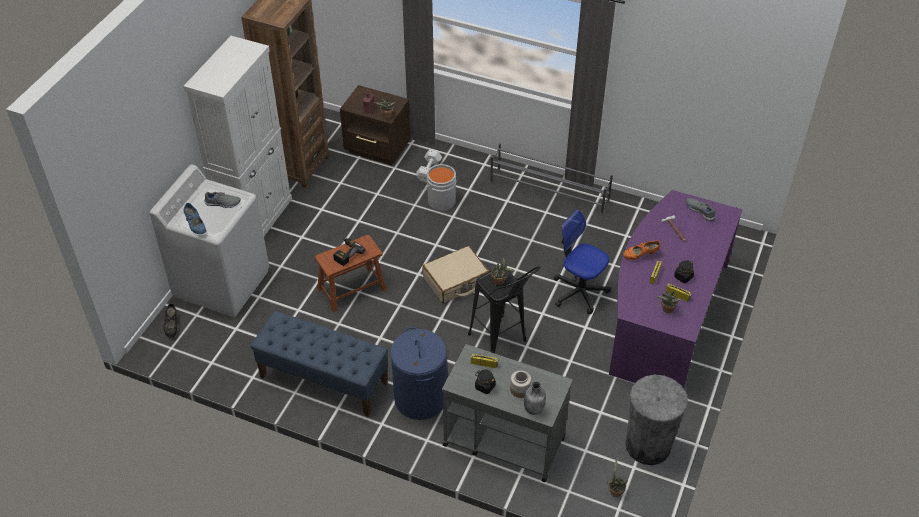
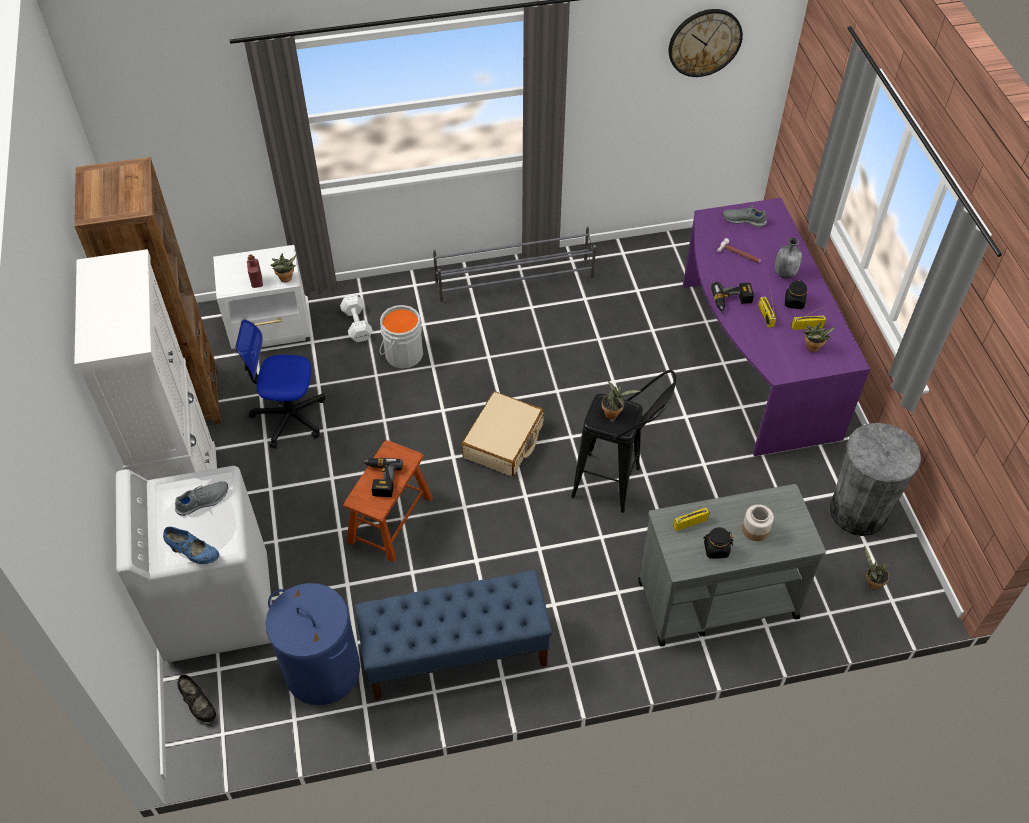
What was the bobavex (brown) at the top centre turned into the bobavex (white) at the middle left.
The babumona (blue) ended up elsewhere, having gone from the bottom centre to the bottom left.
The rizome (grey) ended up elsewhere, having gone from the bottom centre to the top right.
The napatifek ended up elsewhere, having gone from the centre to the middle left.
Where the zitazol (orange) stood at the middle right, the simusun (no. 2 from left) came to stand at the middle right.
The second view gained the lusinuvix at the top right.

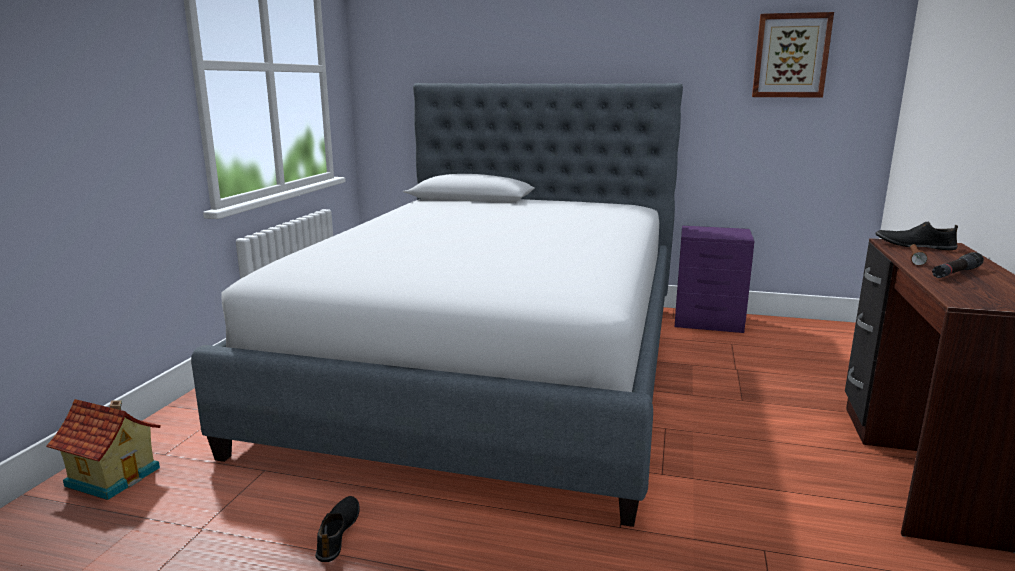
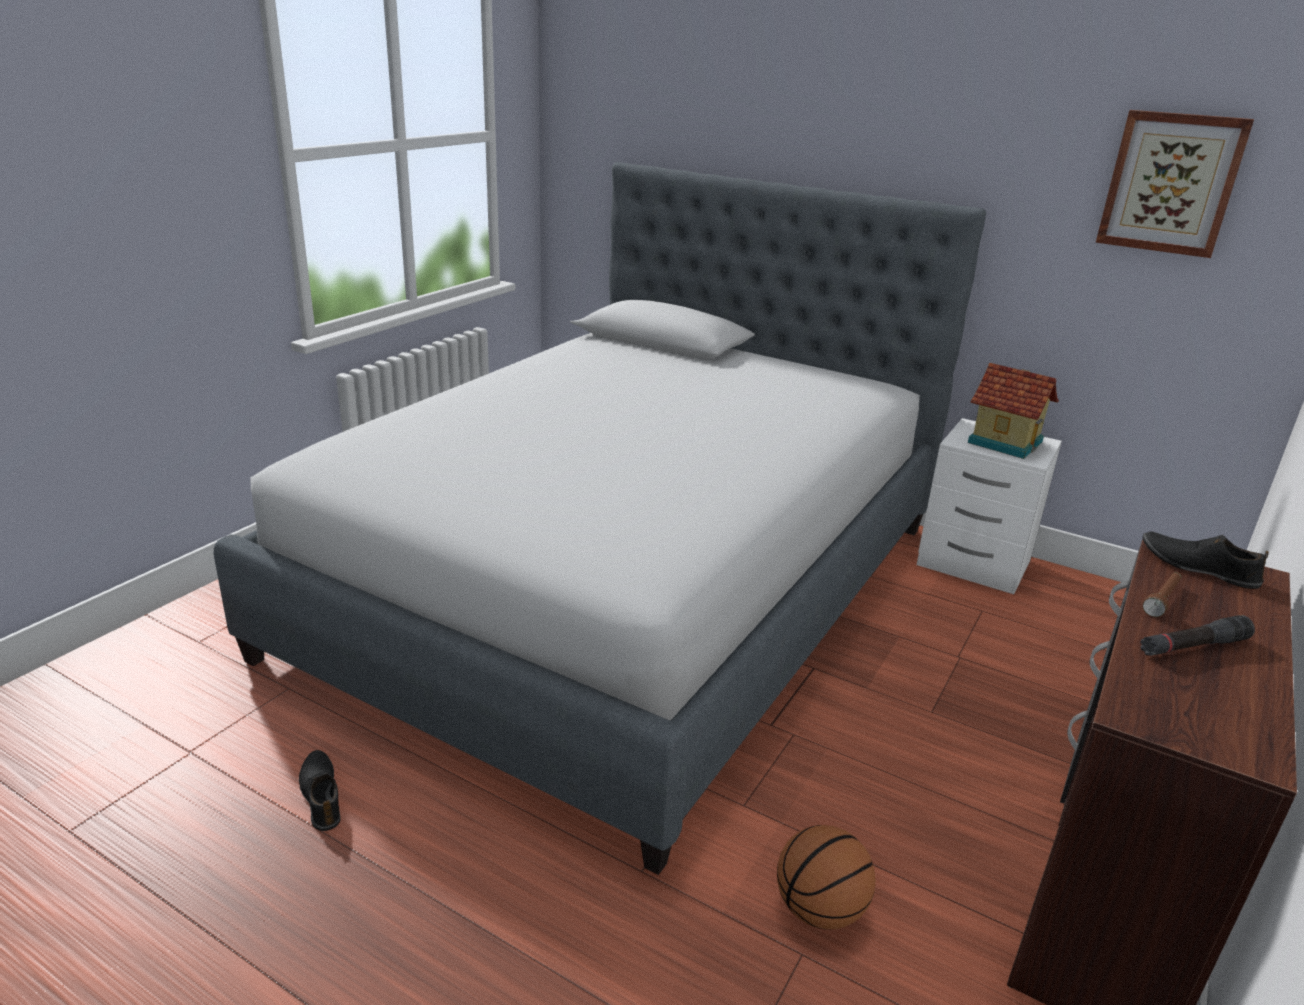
The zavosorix ended up elsewhere, having gone from the bottom left to the middle right.
The zitazol (black) (no. 1 from left) at the bottom left ended up facing another way, 45 degrees counterclockwise from before.
What was the bobavex (purple) at the middle right turned into the bobavex (white) at the middle right.
The second view gained the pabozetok at the bottom centre.

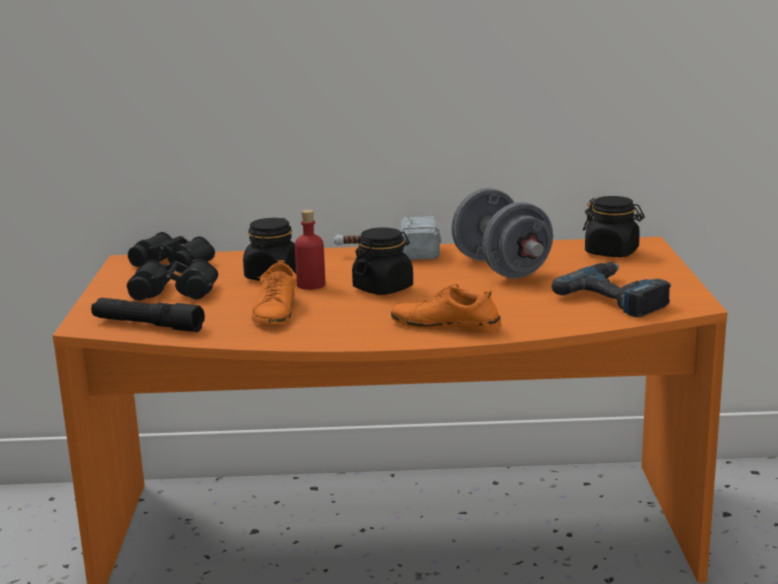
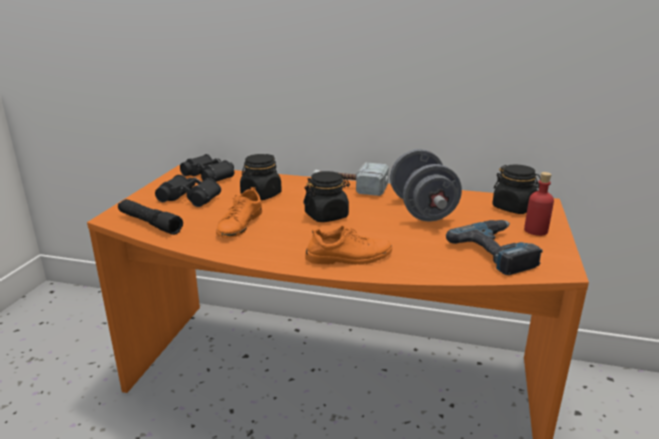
The rizome (red) ended up elsewhere, having gone from the centre to the middle right.
The zitazol (orange) (no. 2 from left) at the centre ended up facing another way, 135 degrees clockwise from before.

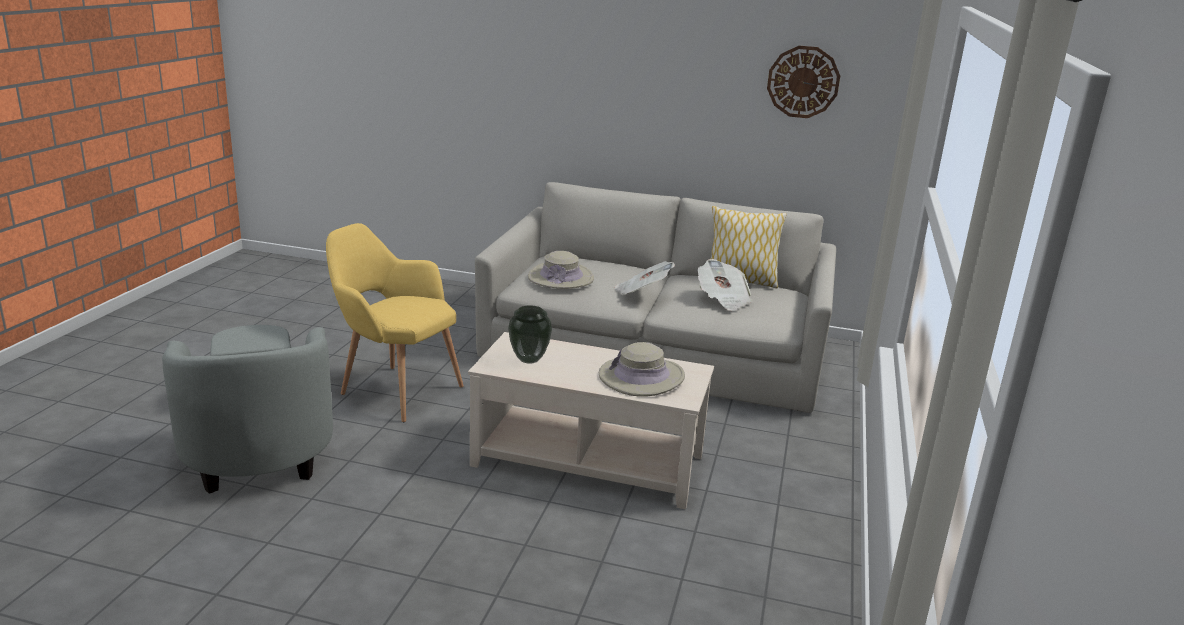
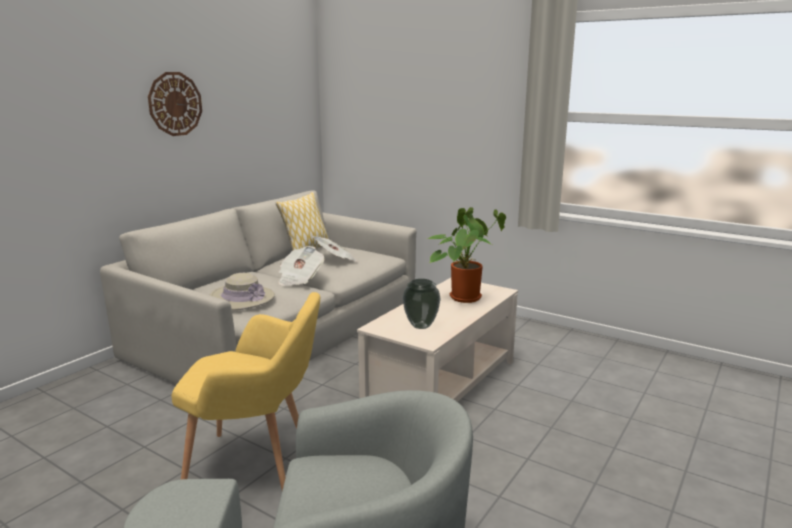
The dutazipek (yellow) at the centre ended up facing another way, 135 degrees counterclockwise from before.
Where the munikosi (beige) (no. 2 from left) stood at the centre, the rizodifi came to stand at the centre.
The lusinuvix ended up elsewhere, having gone from the top right to the top left.

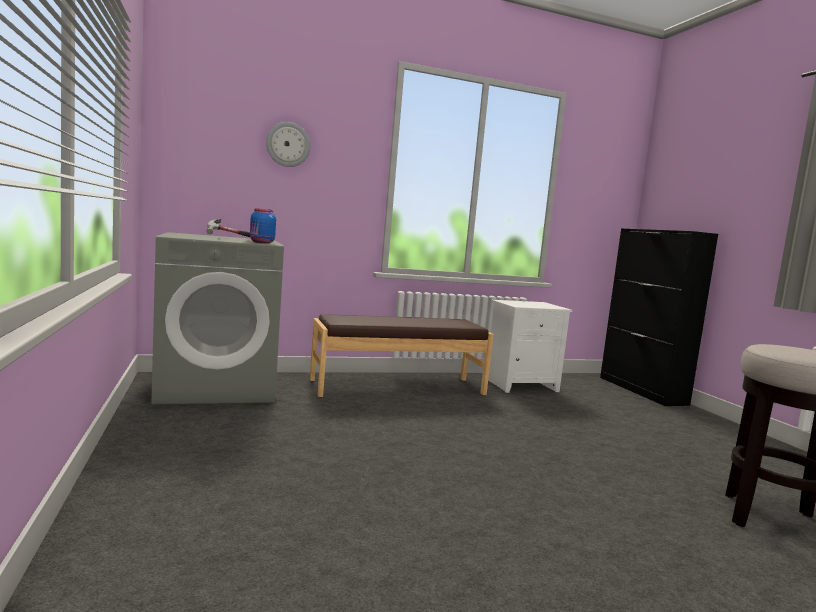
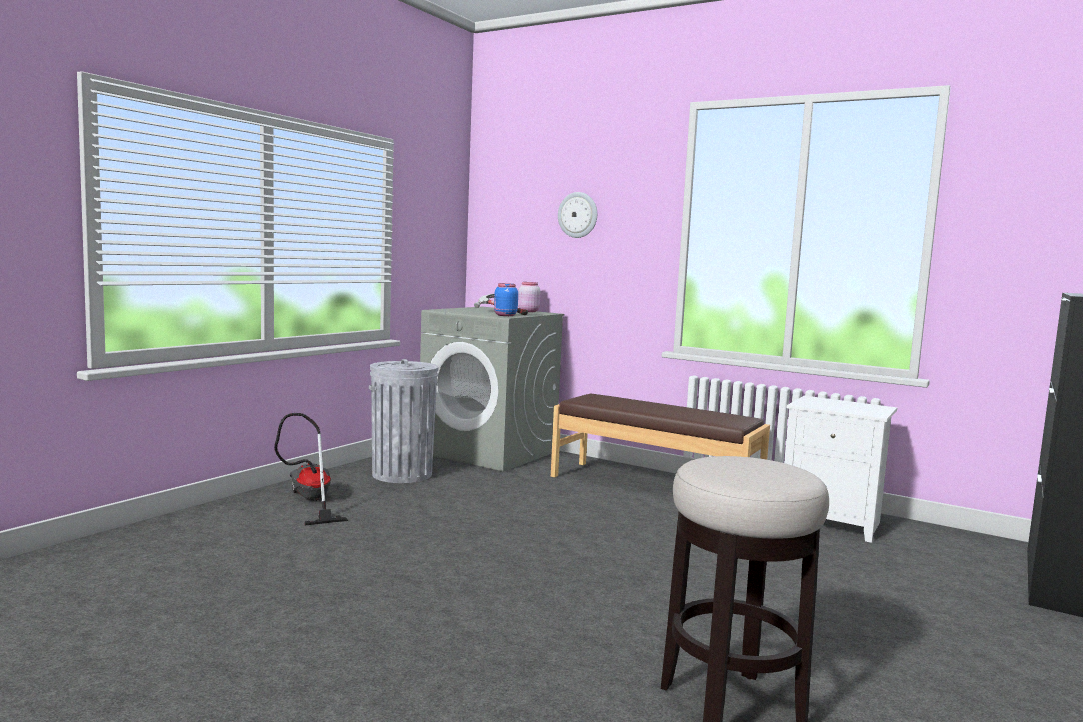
The second view gained the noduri at the middle left.
The second view gained the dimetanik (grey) at the centre.
The second view gained the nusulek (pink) at the centre.

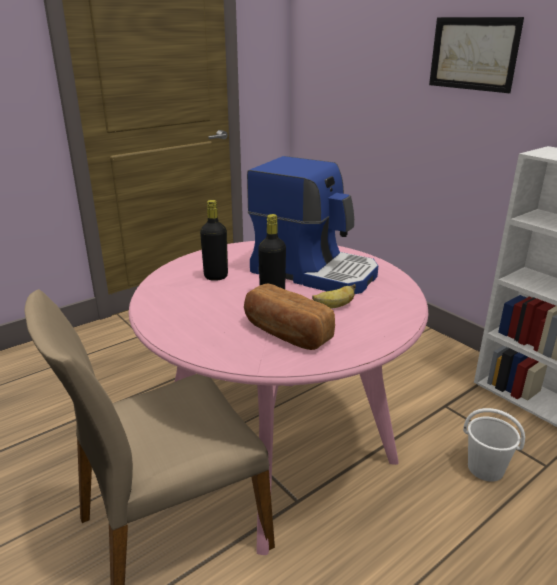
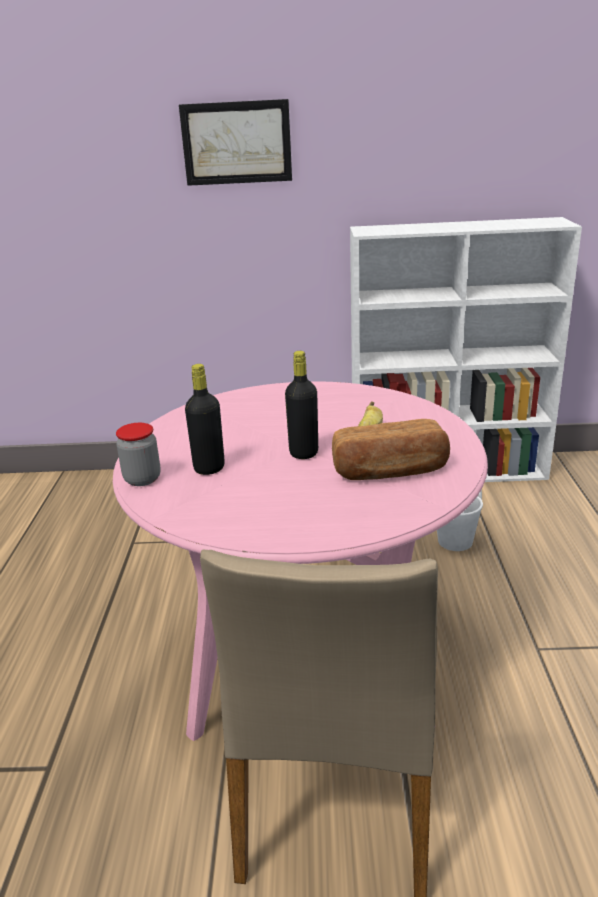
The second view lost the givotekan at the centre.
The second view gained the nusulek at the middle left.

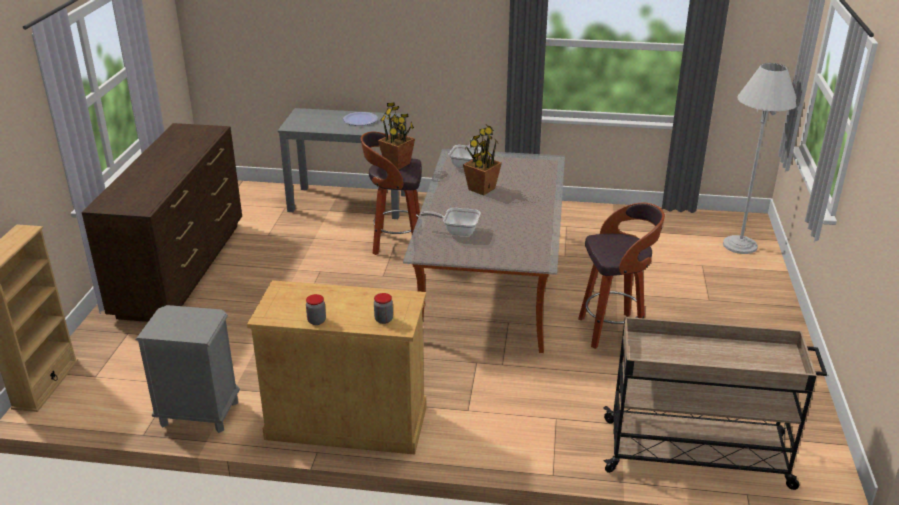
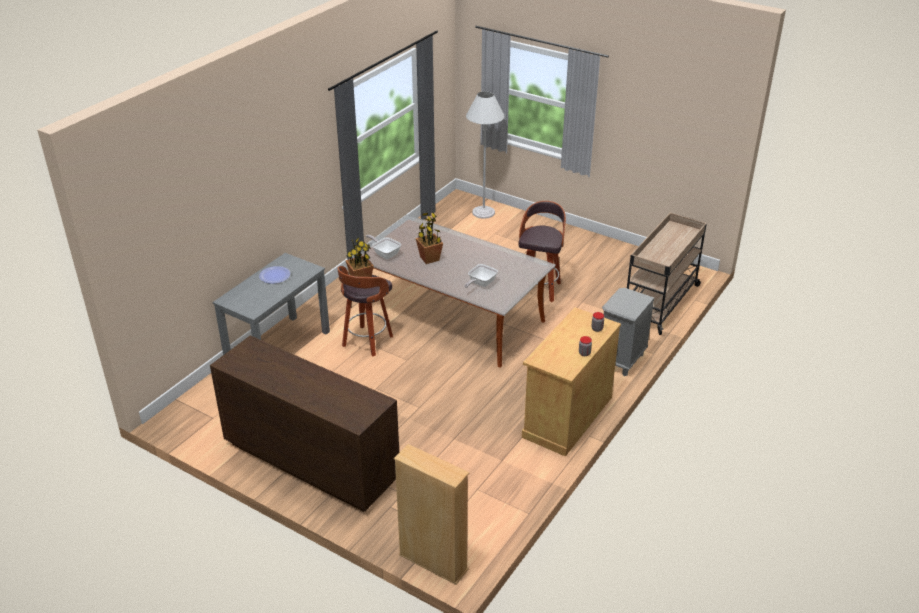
The bobavex (grey) ended up elsewhere, having gone from the bottom left to the middle right.

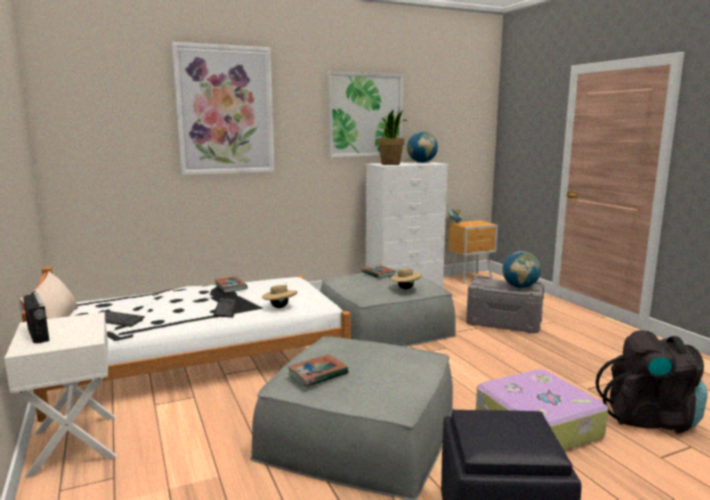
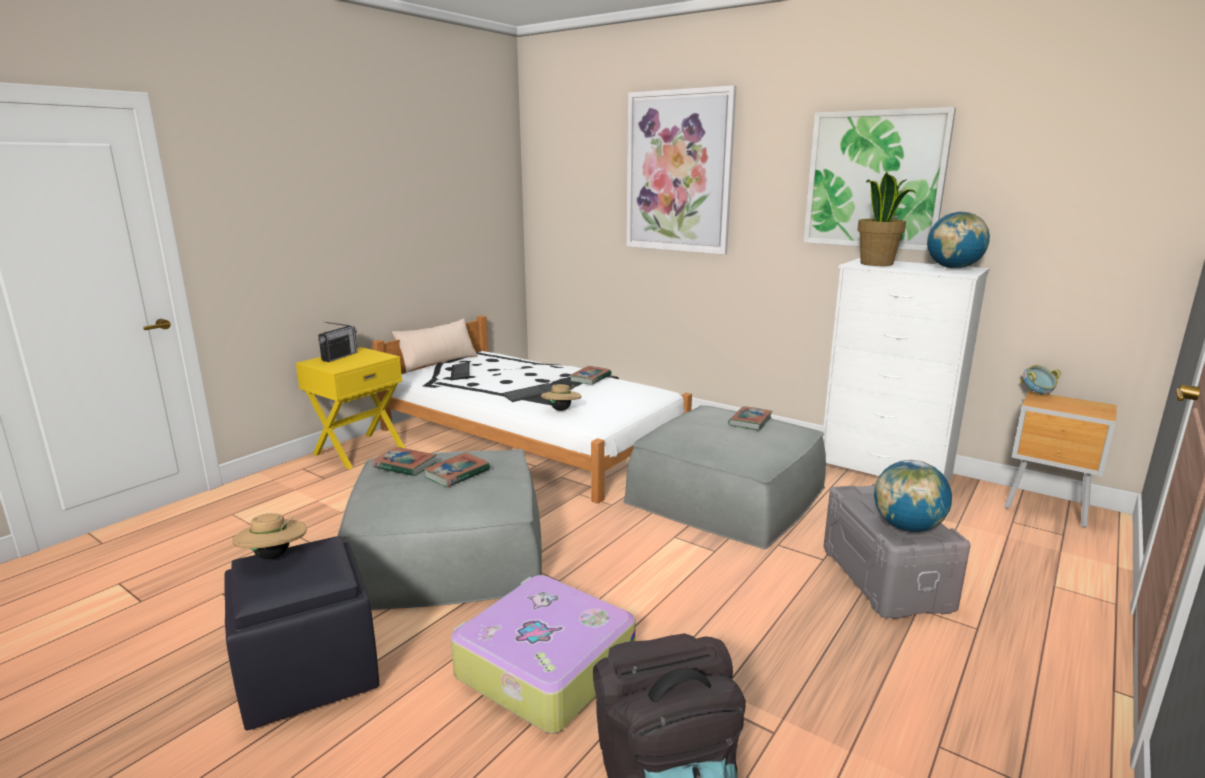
What was the bobavex (white) at the bottom left turned into the bobavex (yellow) at the middle left.
The munikosi (beige) (no. 2 from left in the first image) ended up elsewhere, having gone from the centre to the bottom left.
The second view gained the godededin (no. 2 from left) at the centre.

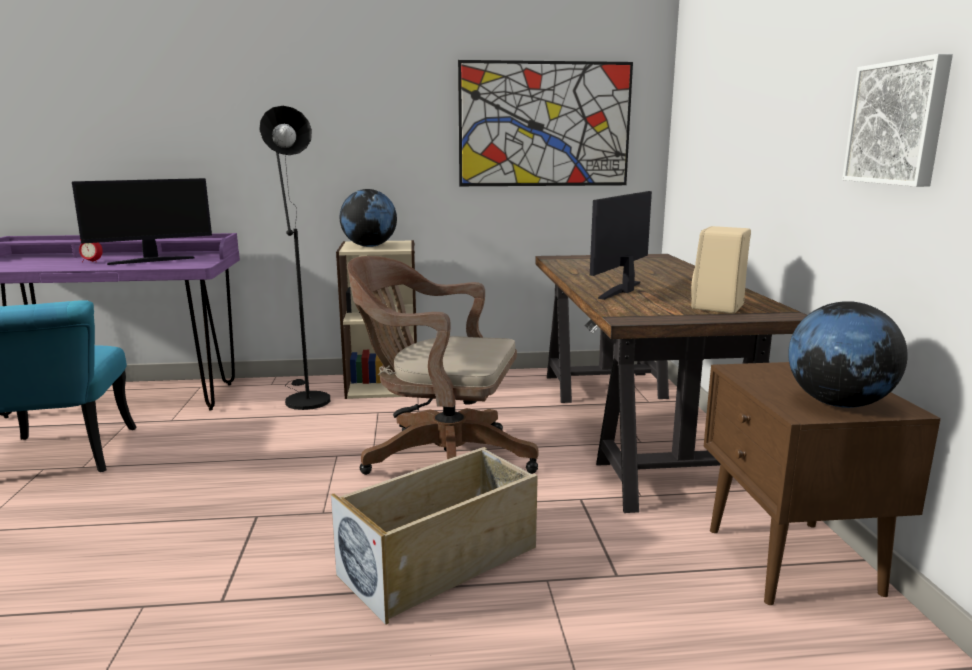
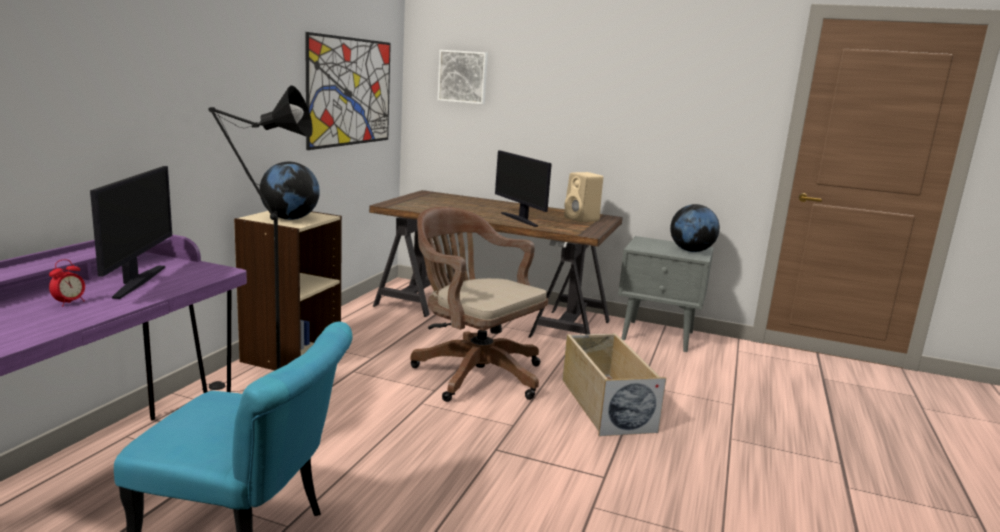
The napatifek (brown) at the centre ended up facing another way, 90 degrees clockwise from before.
What was the bobavex (brown) at the bottom right turned into the bobavex (grey) at the centre.
The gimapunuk (no. 2 from left) ended up elsewhere, having gone from the top right to the top centre.

